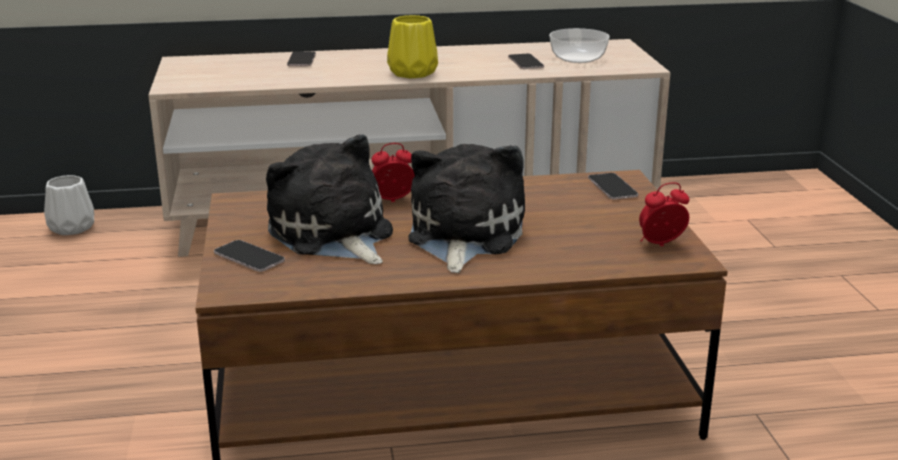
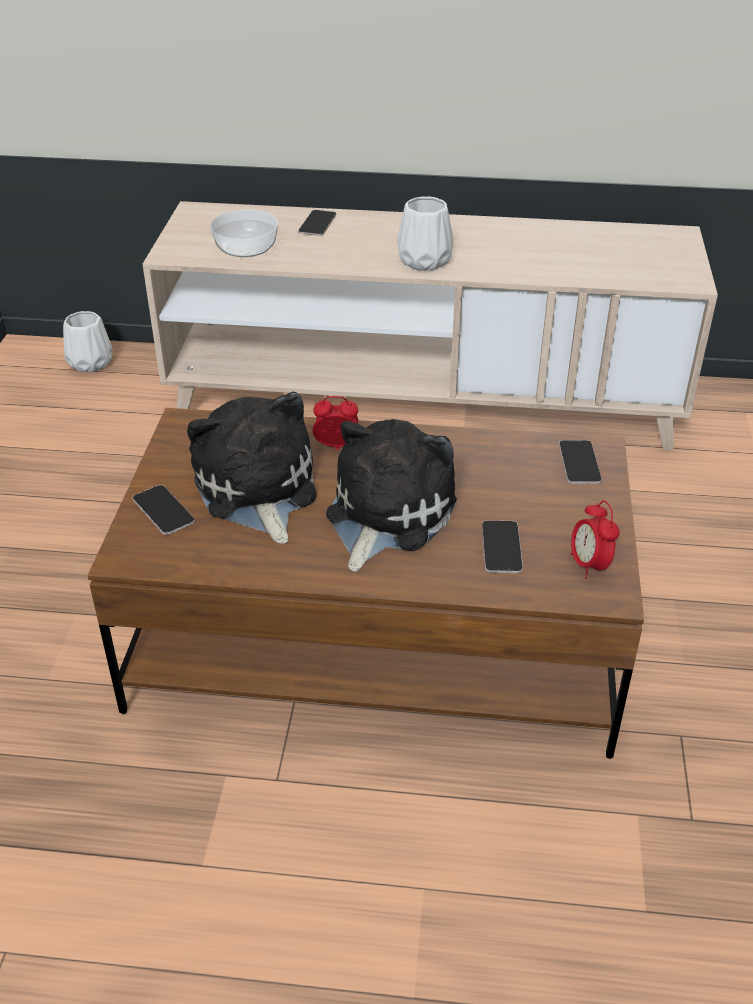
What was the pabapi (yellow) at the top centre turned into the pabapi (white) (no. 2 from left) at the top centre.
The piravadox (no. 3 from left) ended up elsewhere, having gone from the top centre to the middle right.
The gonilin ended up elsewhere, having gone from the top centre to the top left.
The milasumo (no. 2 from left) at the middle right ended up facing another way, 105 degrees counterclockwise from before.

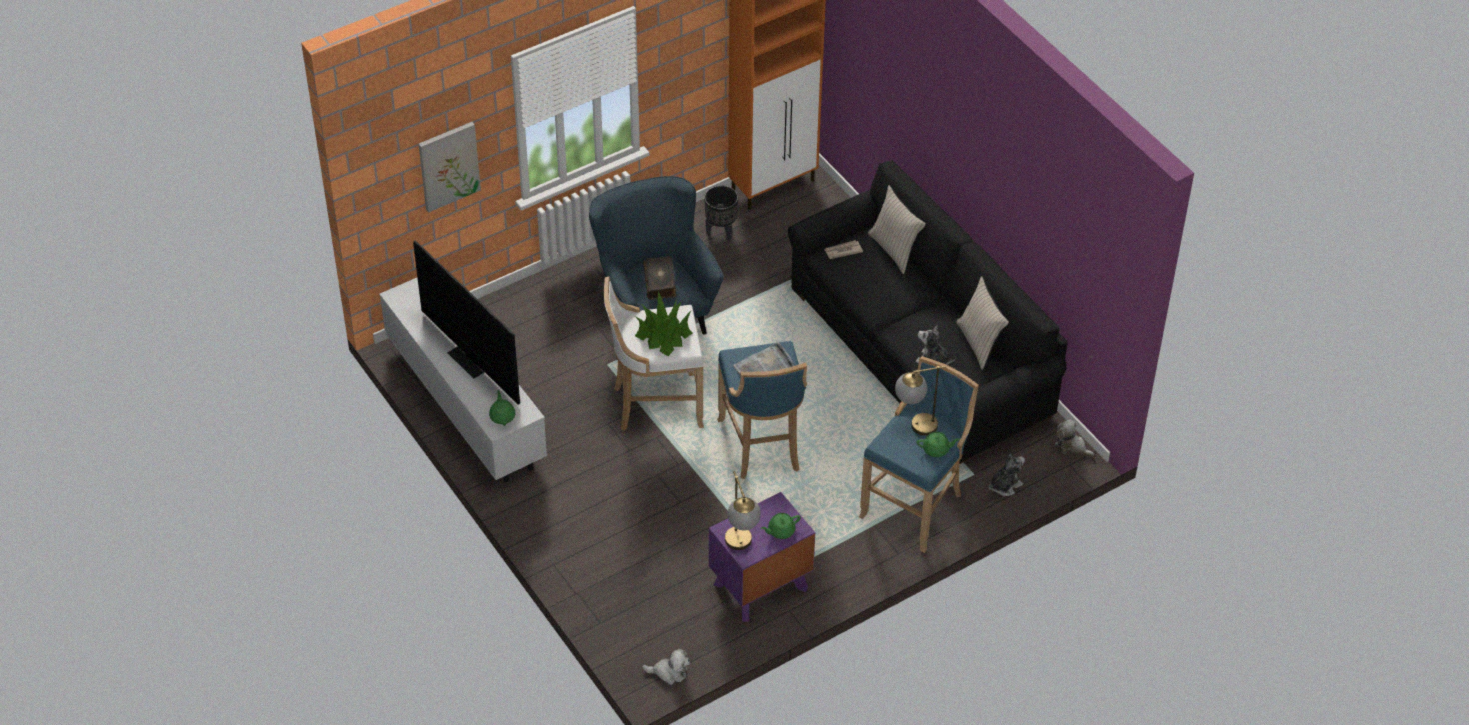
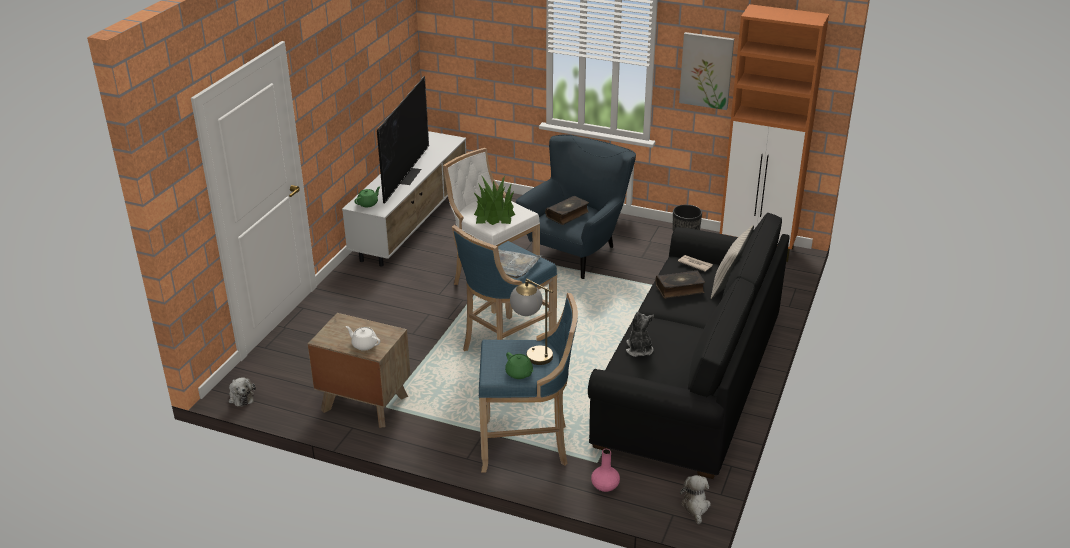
The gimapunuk ended up elsewhere, having gone from the top left to the top centre.
What was the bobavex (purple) at the bottom centre turned into the bobavex (brown) at the bottom centre.
The second view lost the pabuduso (no. 1 from left) at the bottom centre.
What was the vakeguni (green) (no. 2 from left) at the bottom centre turned into the vakeguni (white) at the centre.
The second view lost the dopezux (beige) (no. 2 from left) at the middle right.
Where the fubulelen (no. 3 from left) stood at the middle right, the pabapi (pink) came to stand at the bottom centre.
The second view gained the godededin (no. 2 from left) at the centre.

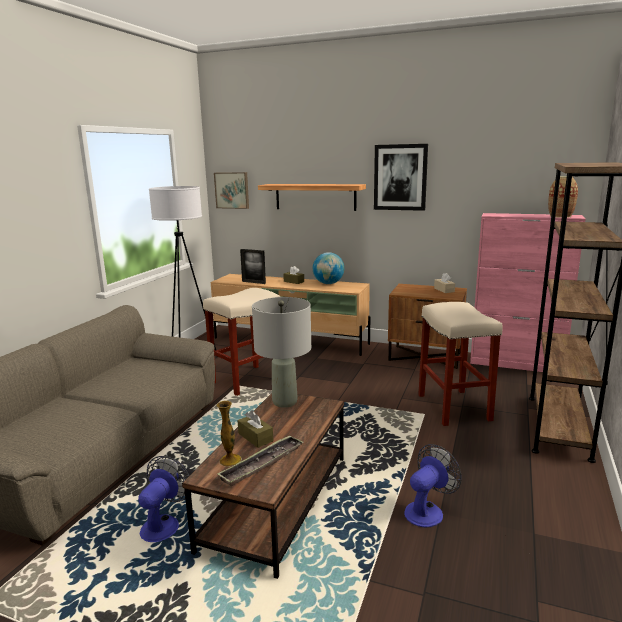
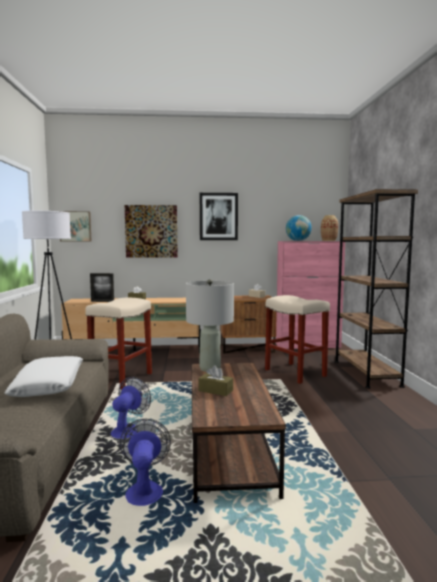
The second view lost the pabapi (no. 1 from left) at the bottom centre.
The second view lost the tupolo at the bottom centre.
Where the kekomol hung at the top centre, the gimapunuk (no. 2 from left) came to hang at the centre.
The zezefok ended up elsewhere, having gone from the centre to the middle right.
The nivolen (no. 2 from left in the first image) ended up elsewhere, having gone from the bottom right to the bottom left.
The second view gained the dopezux (white) at the middle left.

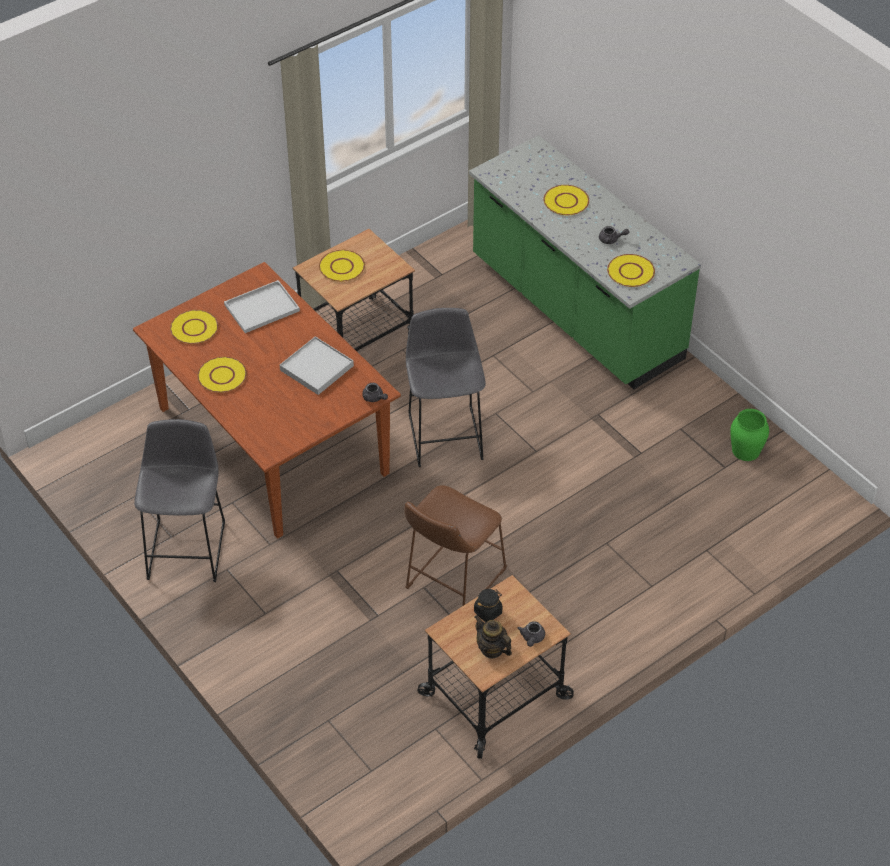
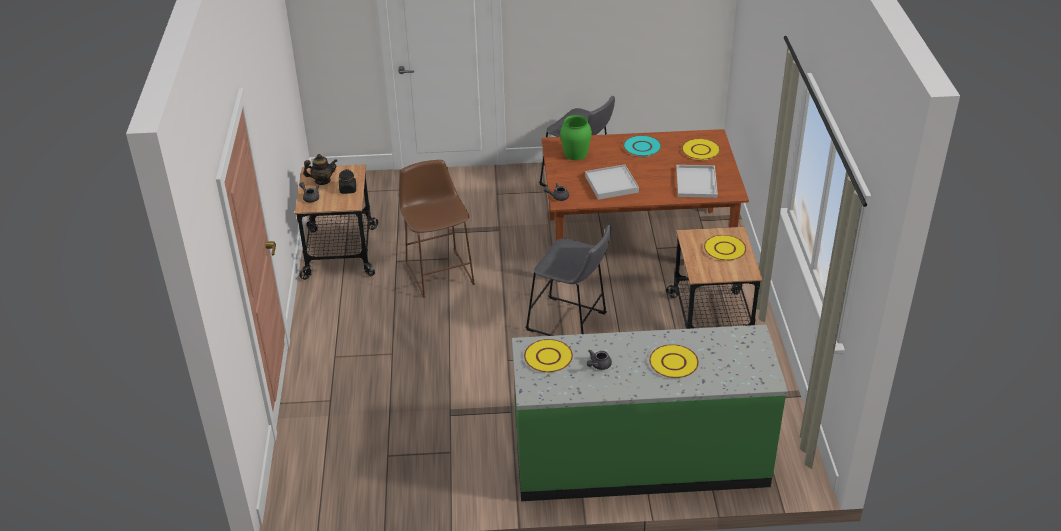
What was the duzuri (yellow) (no. 2 from left) at the middle left turned into the duzuri (turquoise) at the top centre.
The pabapi (green) ended up elsewhere, having gone from the middle right to the top centre.

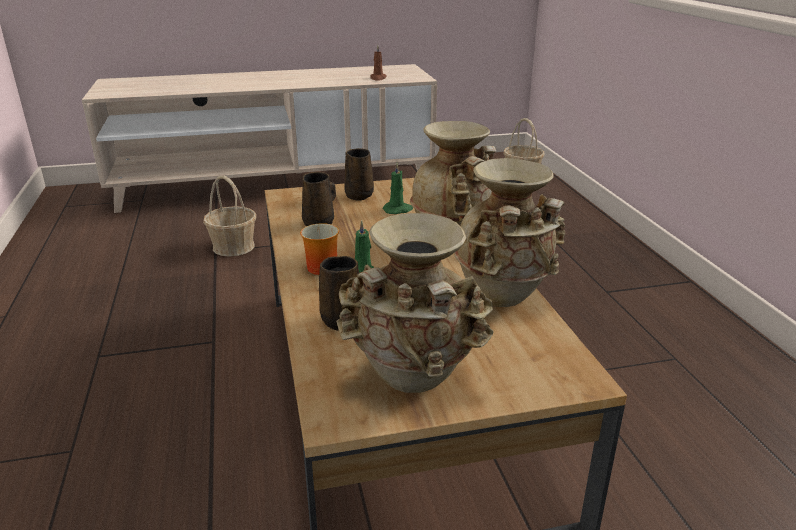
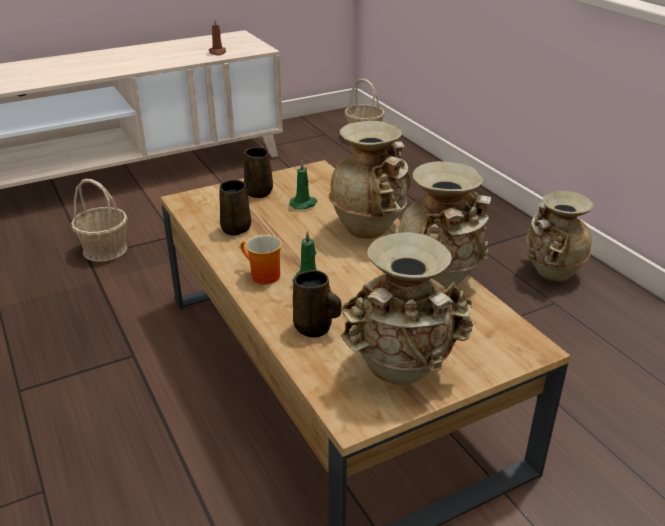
The second view gained the pabapi (beige) (no. 4 from left) at the middle right.

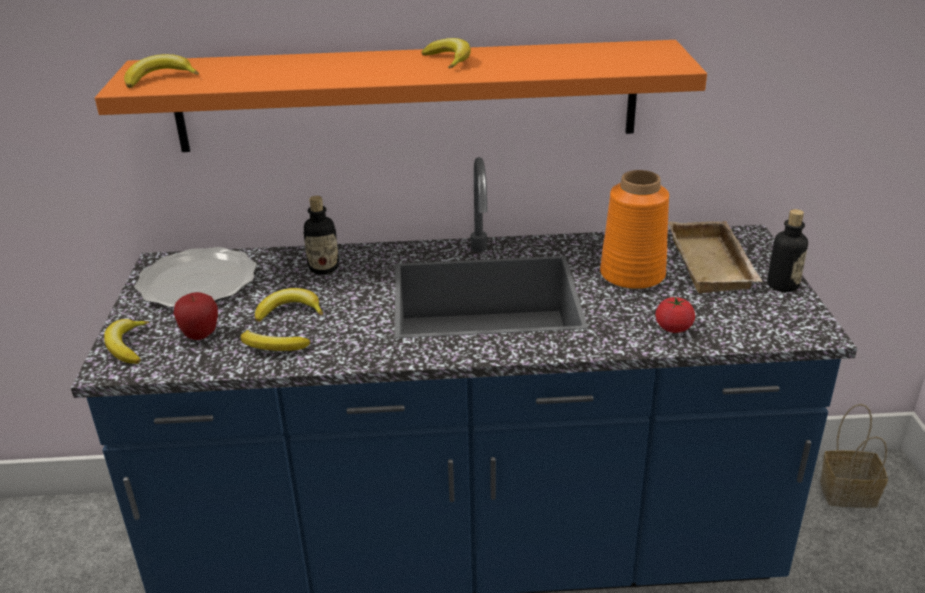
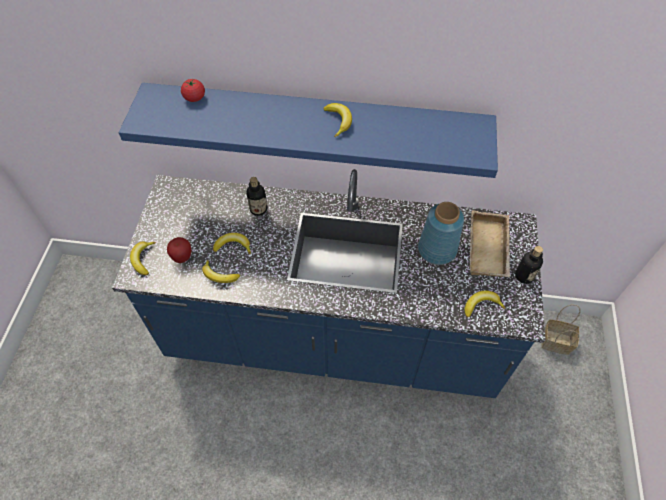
What was the kekomol (orange) at the top centre turned into the kekomol (blue) at the top centre.
The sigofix (no. 2 from left in the first image) ended up elsewhere, having gone from the top left to the middle right.
The second view lost the duzuri at the middle left.
What was the pabapi (orange) at the middle right turned into the pabapi (blue) at the centre.
The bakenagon ended up elsewhere, having gone from the middle right to the top left.

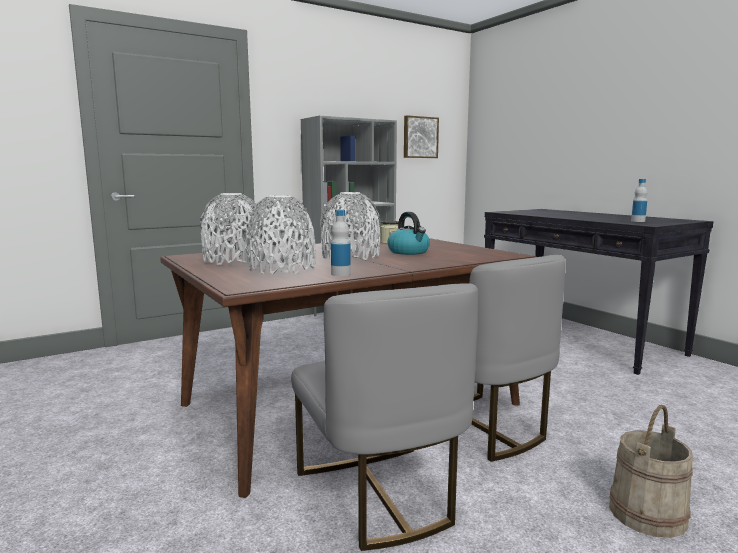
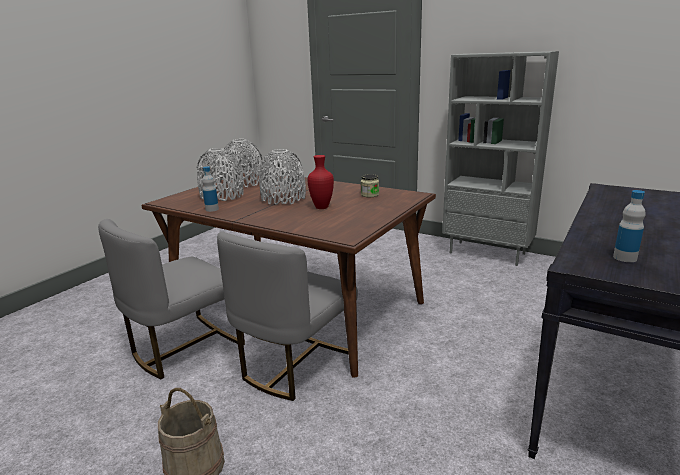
Where the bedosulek stood at the centre, the pabapi (red) came to stand at the centre.
The second view lost the gimapunuk at the top centre.

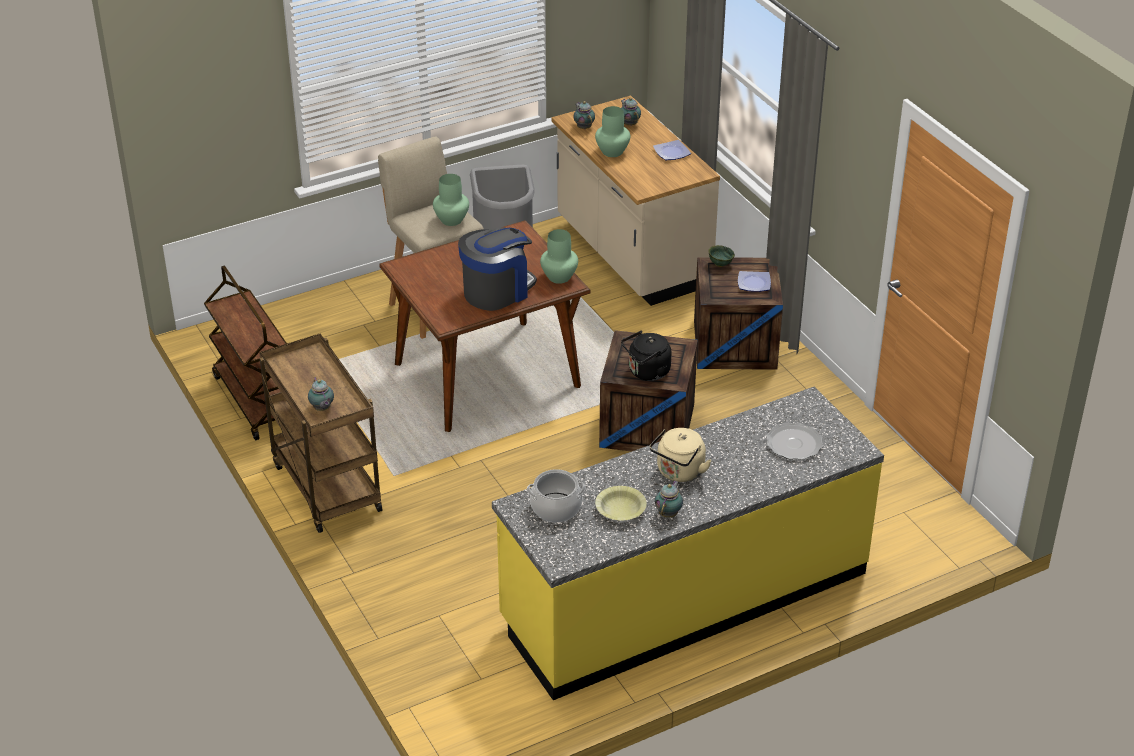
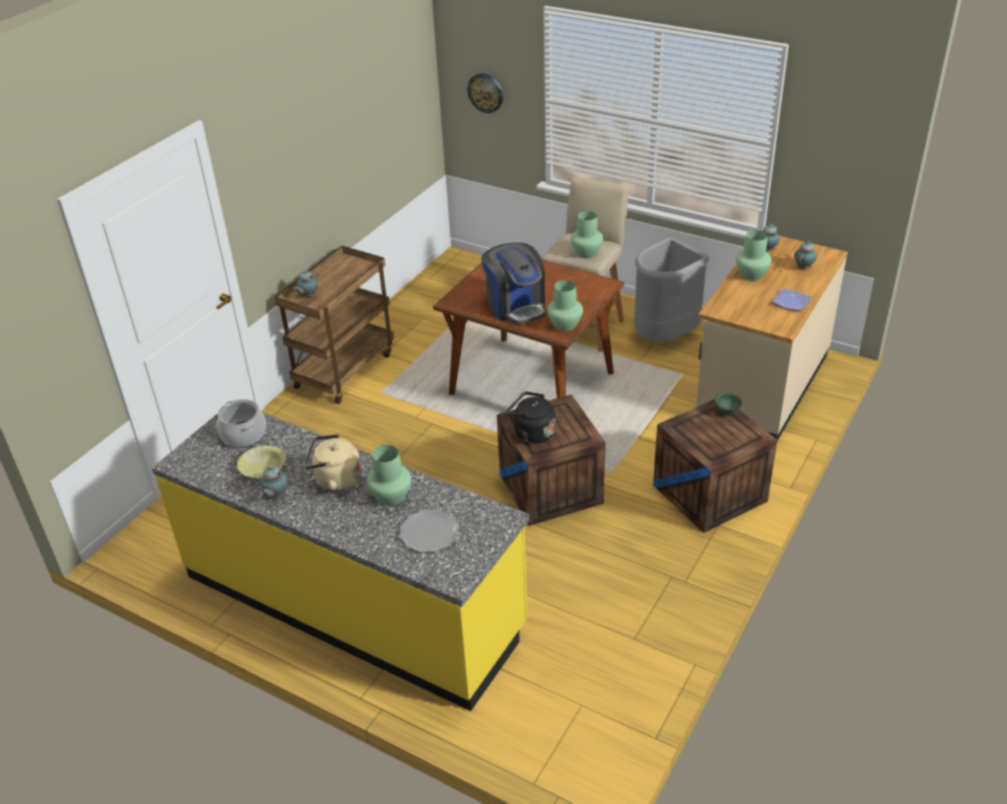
The second view lost the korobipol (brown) (no. 1 from left) at the middle left.
The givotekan at the centre ended up facing another way, 45 degrees clockwise from before.
The vakeguni (no. 4 from left in the first image) at the centre ended up facing another way, 120 degrees clockwise from before.
The second view lost the duzuri (no. 2 from left) at the centre.
The second view gained the pabapi (green) (no. 1 from left) at the centre.
The second view gained the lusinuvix at the top centre.

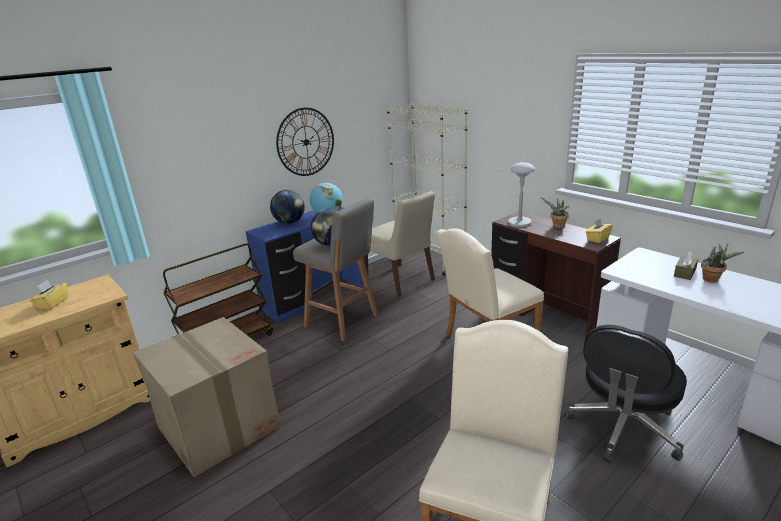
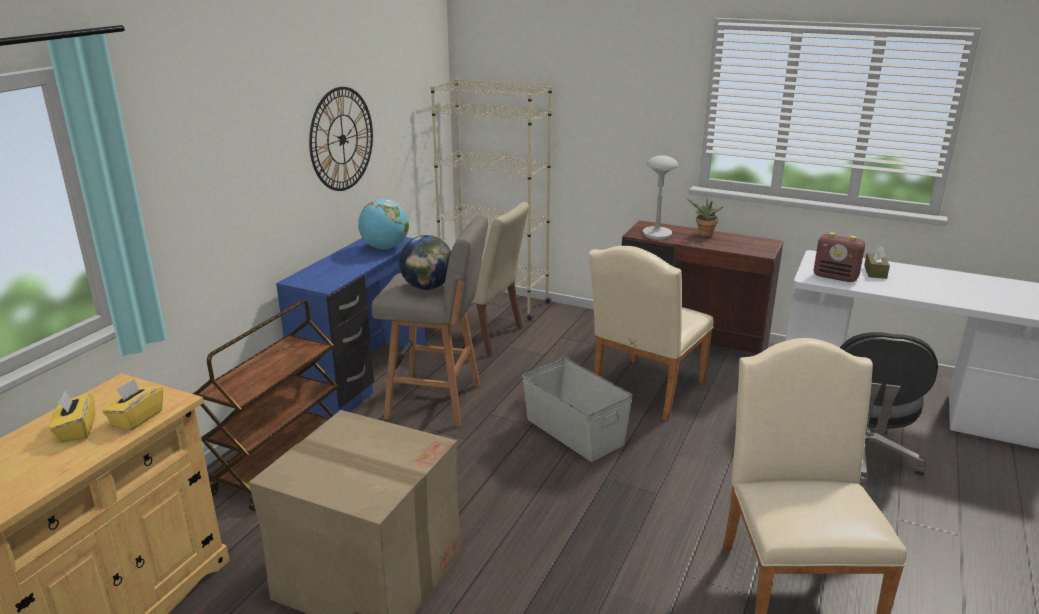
The second view lost the zezefok (no. 1 from left) at the centre.
The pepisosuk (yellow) (no. 2 from left) ended up elsewhere, having gone from the middle right to the middle left.
The second view lost the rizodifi (no. 2 from left) at the middle right.
The second view gained the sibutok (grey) at the bottom centre.
The second view gained the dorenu at the middle right.

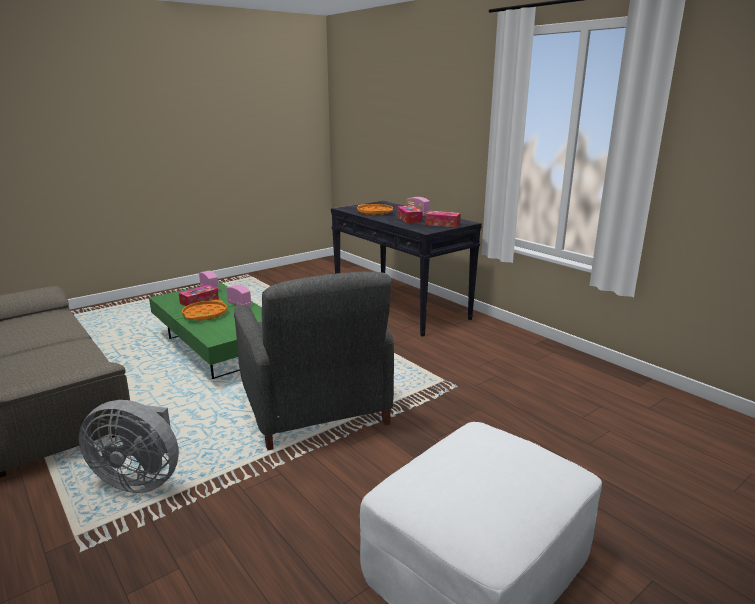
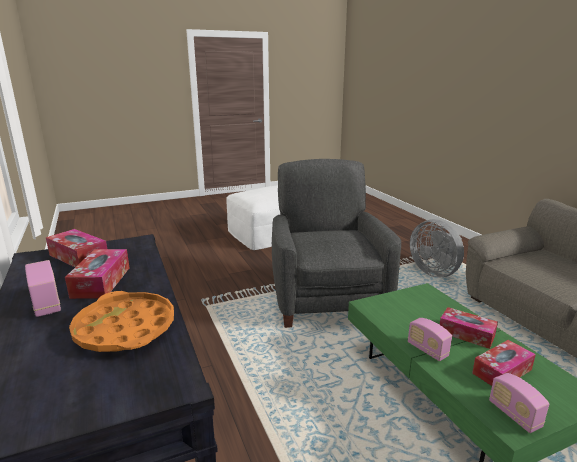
The nivolen (grey) at the bottom left ended up facing another way, 150 degrees counterclockwise from before.
Where the tupolo (orange) (no. 1 from left) stood at the middle left, the pepisosuk (no. 3 from left) came to stand at the bottom right.

